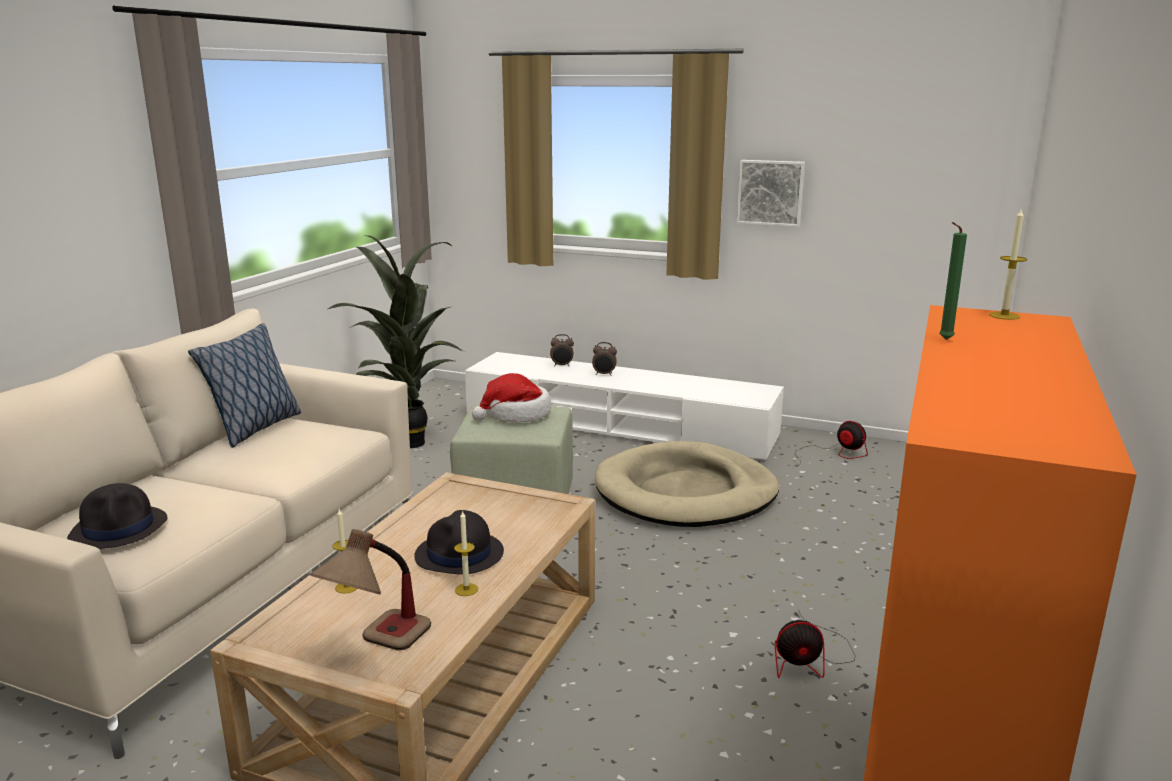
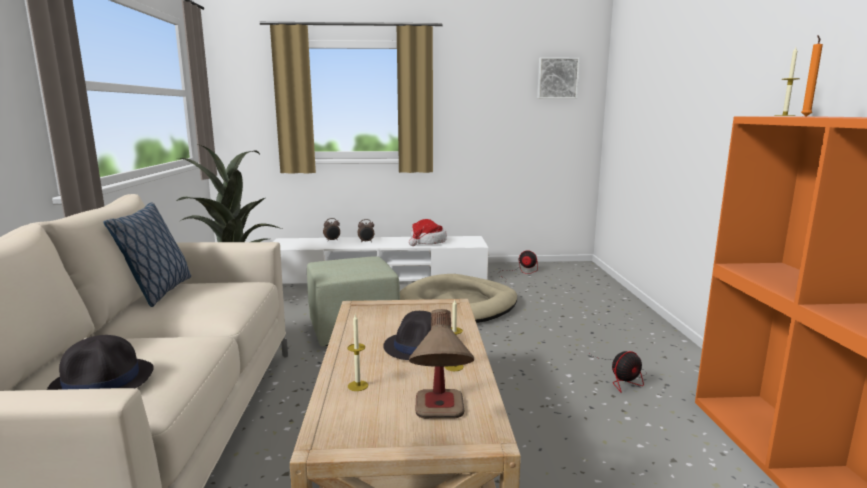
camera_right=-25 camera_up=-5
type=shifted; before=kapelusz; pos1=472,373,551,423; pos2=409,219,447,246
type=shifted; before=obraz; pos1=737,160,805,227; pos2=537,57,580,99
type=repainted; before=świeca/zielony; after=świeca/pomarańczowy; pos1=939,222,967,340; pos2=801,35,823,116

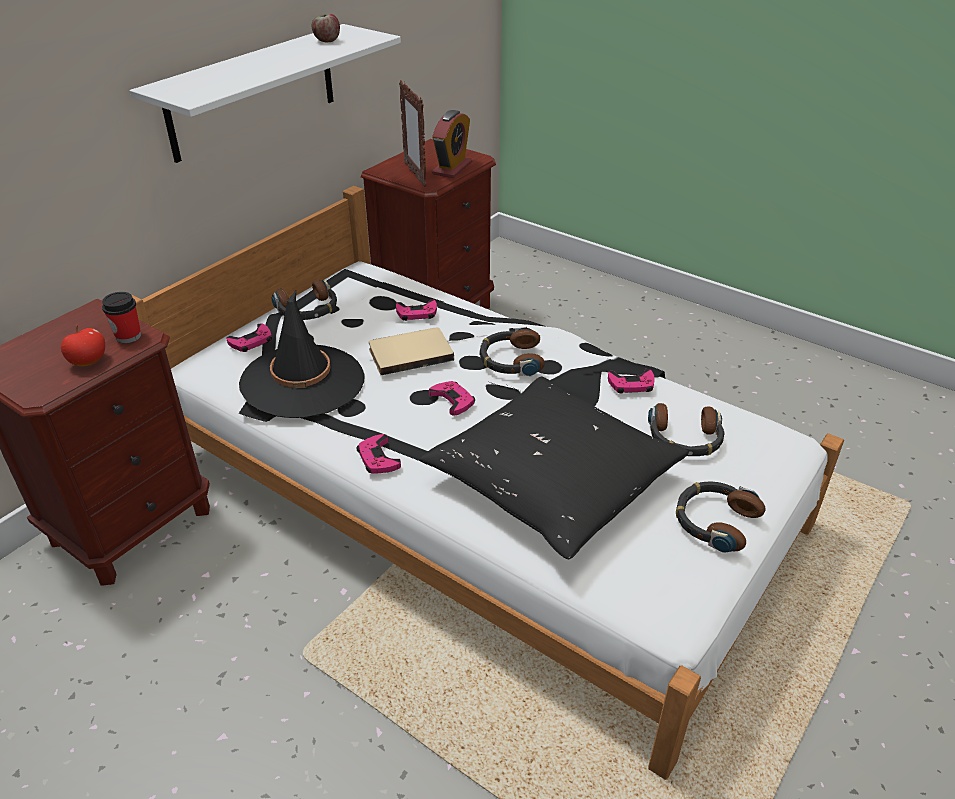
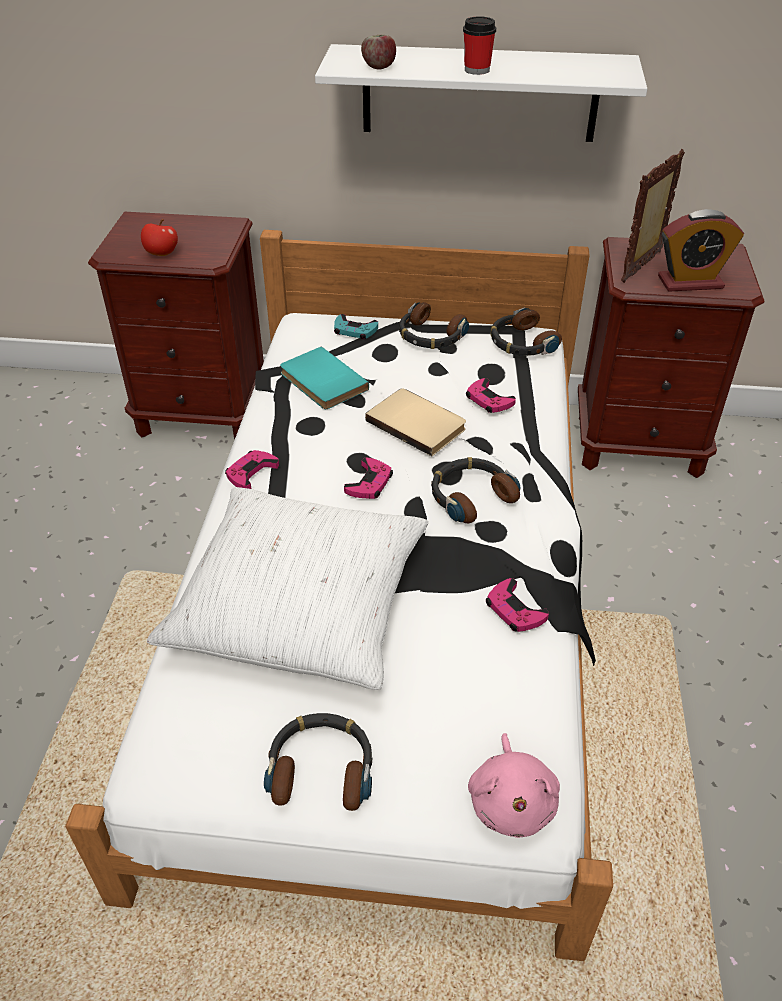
camera_right=60 camera_up=5
type=shifted; before=filiżanka; pos1=102,292,141,343; pos2=463,16,496,75
type=repainted; before=pad do gier/różowy; after=pad do gier/turkusowy; pos1=226,323,272,352; pos2=334,314,378,339
type=swapped; before=kapelusz/czarny; after=książka/turkusowy; pos1=239,291,365,418; pos2=280,346,369,409
type=shifted; before=jabłko; pos1=311,14,340,42; pos2=361,35,396,70
type=repainted; before=poduszka/czarny; after=poduszka/biały; pos1=419,376,689,559; pos2=147,487,429,690
type=shifted; before=słuchawki; pos1=648,403,724,456; pos2=490,307,562,356
type=new; after=pluszak/różowy; pos2=468,733,560,838

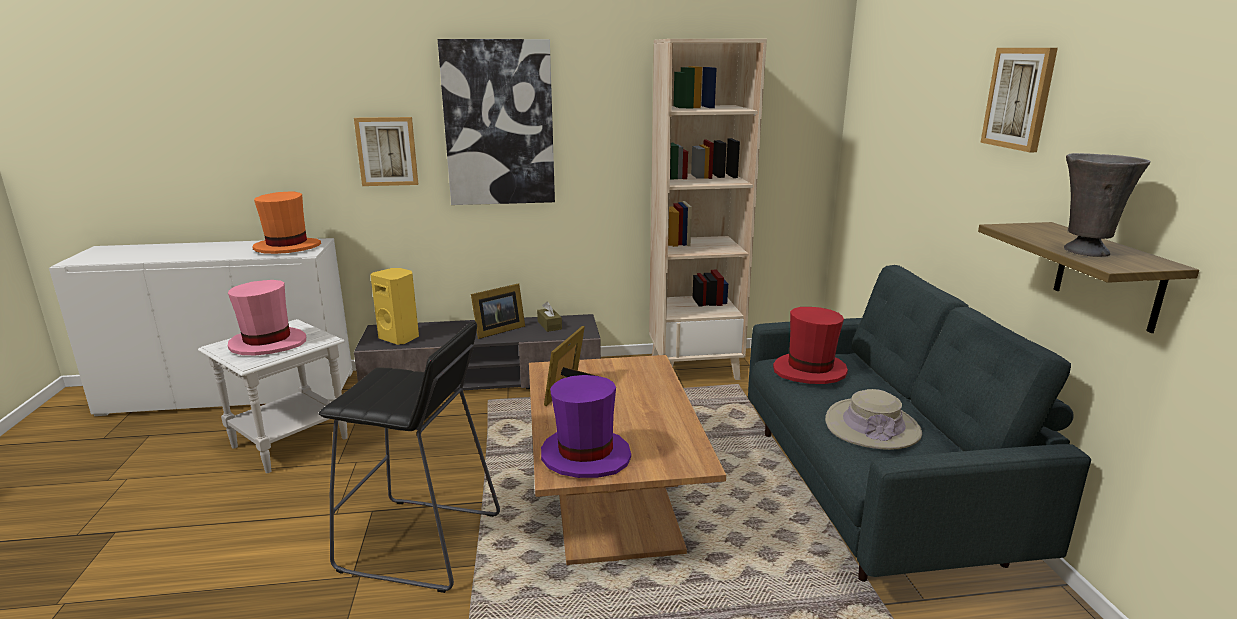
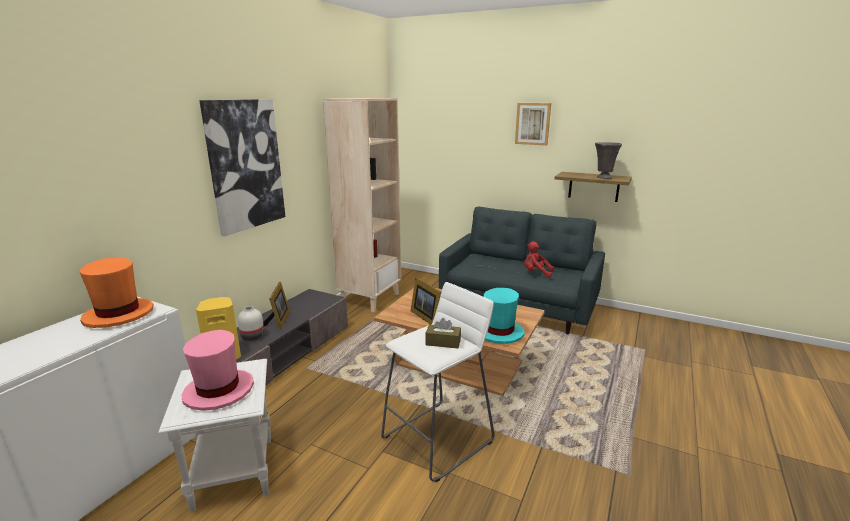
camera_right=-55 camera_up=0
type=repainted; before=stołek/czarny; after=stołek/biały; pos1=318,321,500,593; pos2=381,282,495,482
type=gone; before=obraz; pos1=354,117,418,186
type=shifted; before=pudełko chusteczek/brązowy; pos1=537,302,562,332; pos2=425,318,461,349
type=repainted; before=kapelusz/fioletowy; after=kapelusz/turkusowy; pos1=541,375,631,478; pos2=484,288,525,344
type=gone; before=kapelusz/czerwony; pos1=773,307,848,384
type=swapped; before=kapelusz/beżowy; after=pluszak/czerwony; pos1=825,389,922,450; pos2=524,242,554,278
type=new; after=wazon/biały; pos2=238,306,264,341

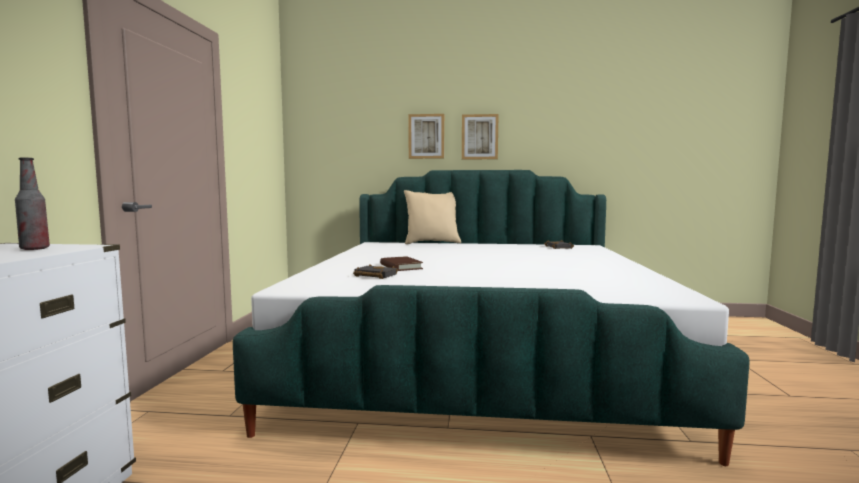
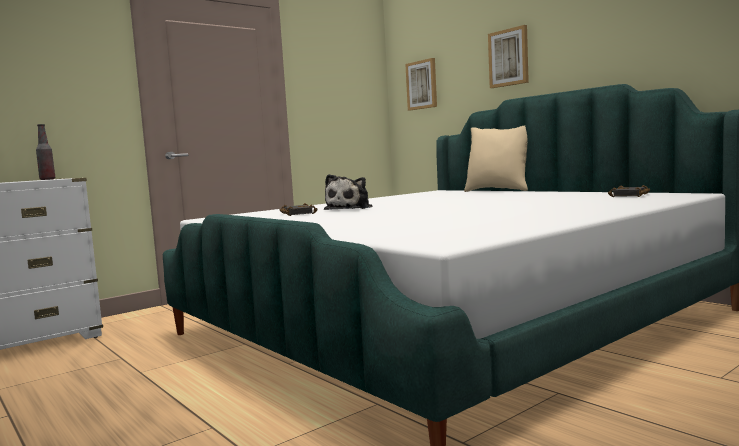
camera_right=45 camera_up=0
type=swapped; before=książka/brązowy; after=pluszak; pos1=380,256,423,271; pos2=324,174,373,210
type=shifted; before=obraz; pos1=462,114,499,160; pos2=405,58,437,111

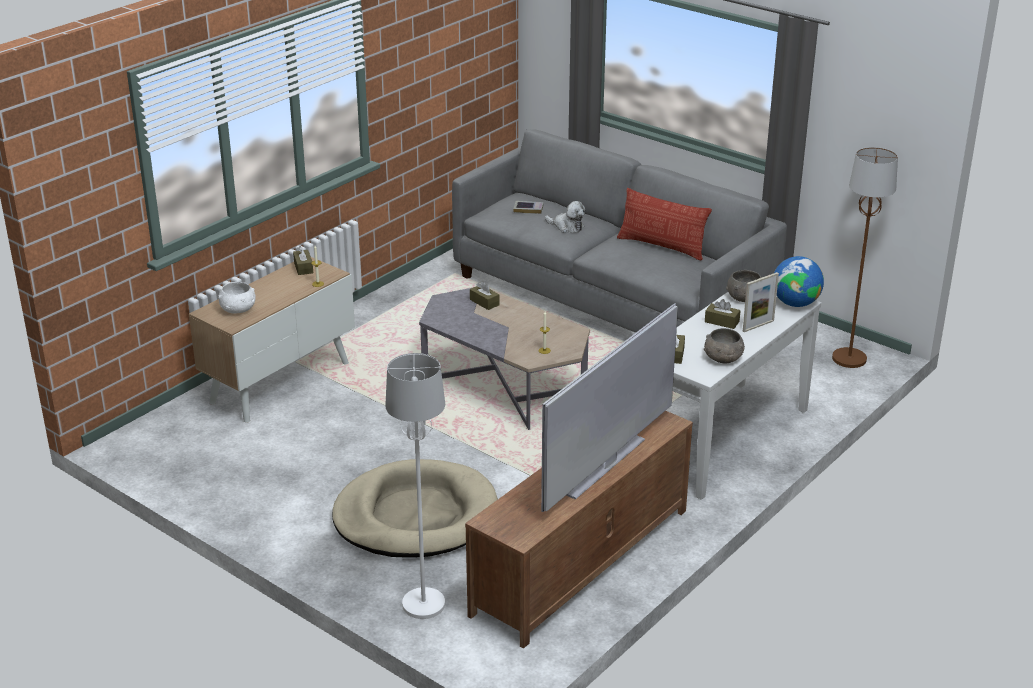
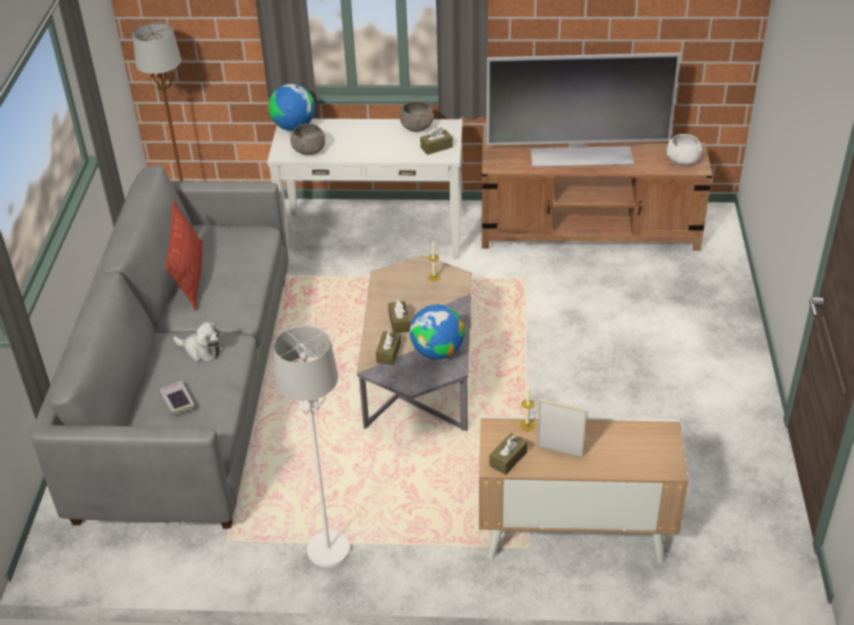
camera_right=-125 camera_up=10
type=shifted; before=miska/biały; pos1=218,282,256,314; pos2=667,134,702,165
type=gone; before=legowisko/beżowy; pos1=332,459,498,558
type=shifted; before=lampa stojąca/biały; pos1=385,353,445,619; pos2=273,325,350,568
type=rotated; before=pluszak; pos1=545,201,585,233; pos2=173,321,223,362; turn=120
type=shifted; before=pudełko chusteczek/brązowy; pos1=705,299,741,329; pos2=388,299,410,333
type=shifted; before=ramka na zdjęcie; pos1=743,272,779,332; pos2=537,399,588,458
type=new; after=globus; pos2=410,305,465,359

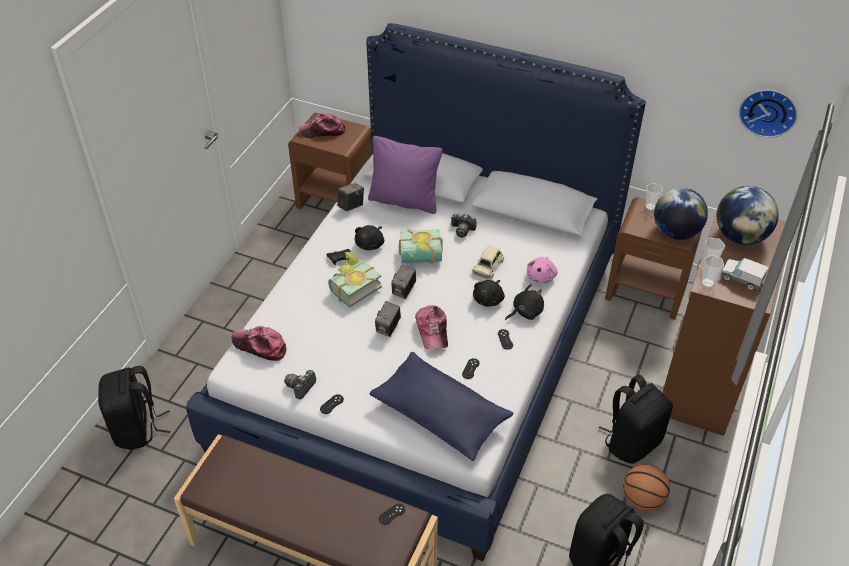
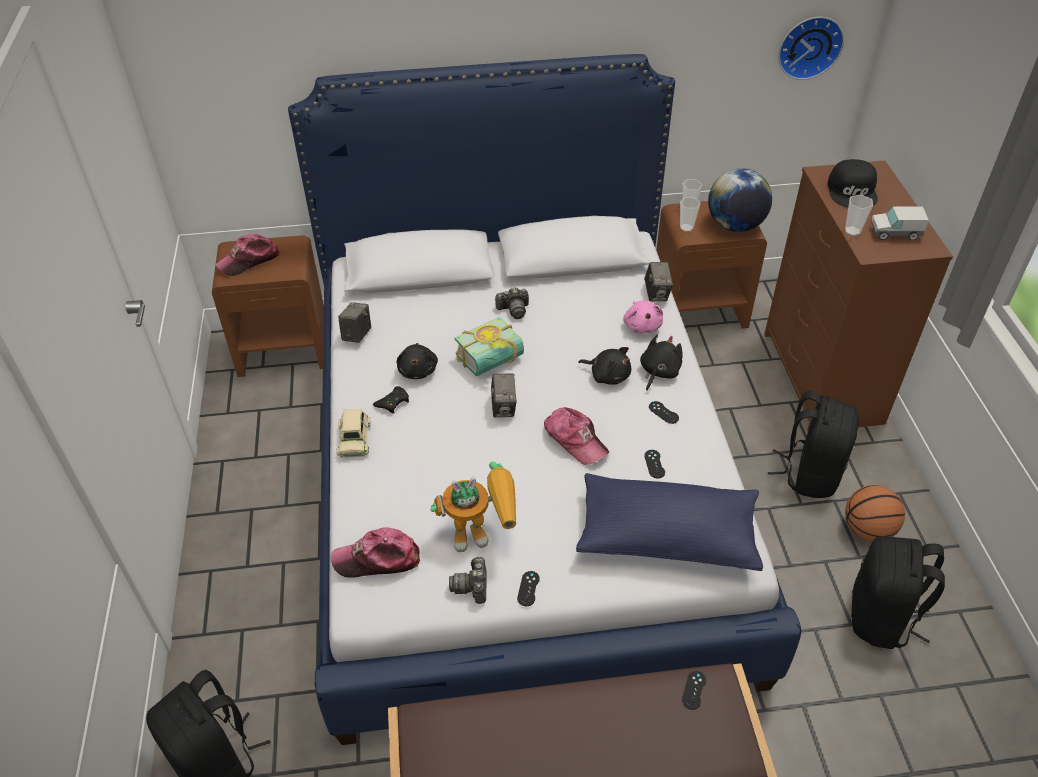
camera_right=-30 camera_up=0
type=gone; before=książka; pos1=328,252,382,307
type=gone; before=poduszka/fioletowy; pos1=368,136,443,214
type=shifted; before=aparat fotograficzny; pos1=375,301,401,337; pos2=644,262,673,301
type=shifted; before=samochodzik/beżowy; pos1=472,245,504,279; pos2=336,409,371,457
type=rotated; before=pluszak/czarny; pos1=473,280,505,307; pos2=578,347,631,385; turn=-60
type=shifted; before=filiżanka; pos1=701,255,724,288; pos2=680,197,701,232
type=swapped; before=globus; after=czapka z daszkiem/czarny; pos1=717,186,779,245; pos2=828,159,878,208
type=new; after=robot zabawkowy; pos2=430,461,516,552

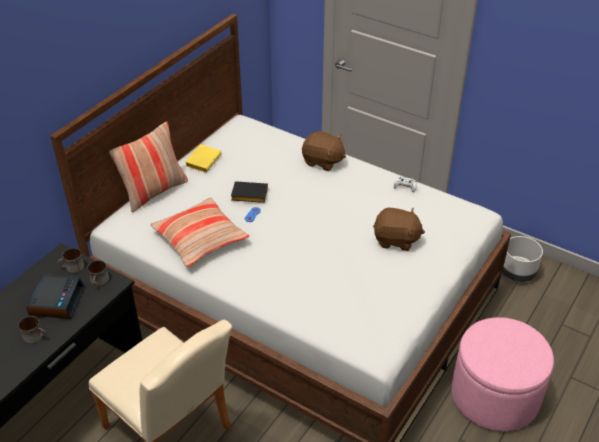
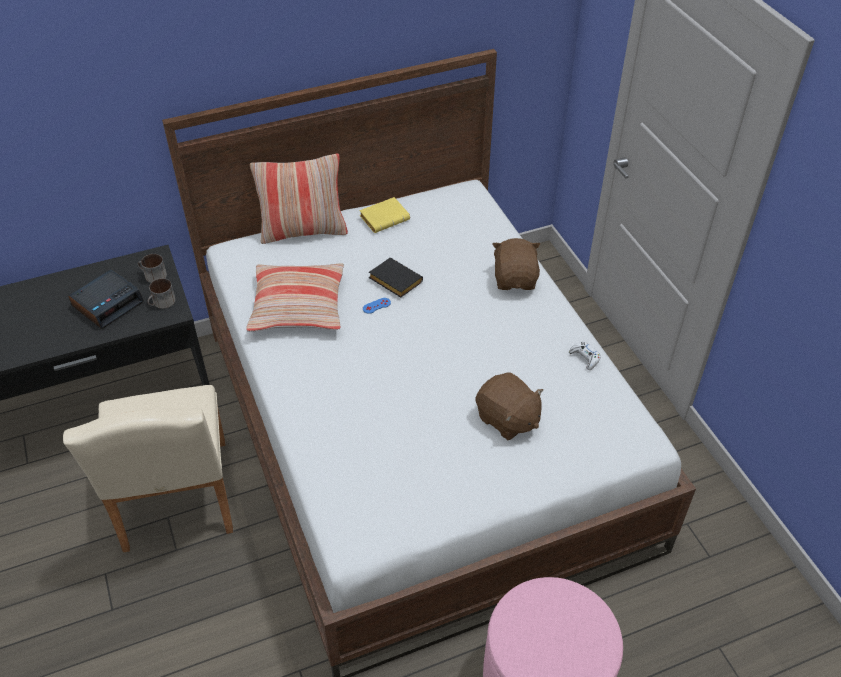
camera_right=35 camera_up=5
type=gone; before=kubek; pos1=18,316,46,344
type=rotated; before=pluszak/brązowy; pos1=302,131,346,171; pos2=493,238,540,290; turn=-150
type=gone; before=donica/szary; pos1=502,236,543,282

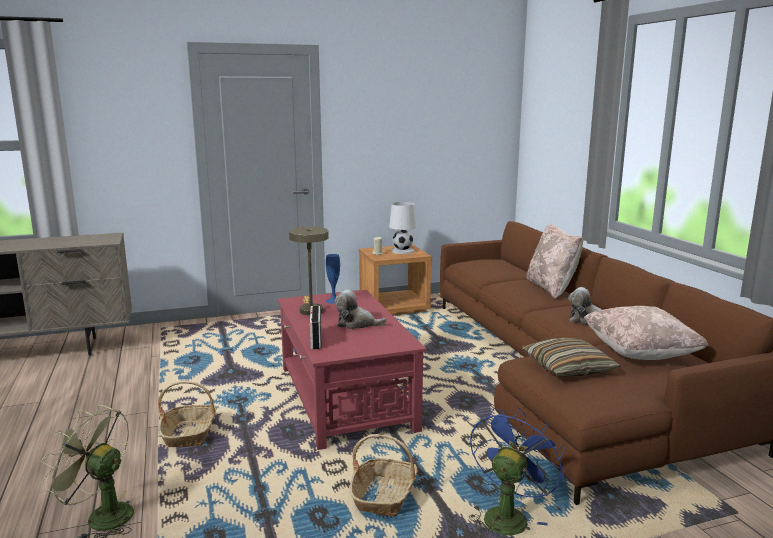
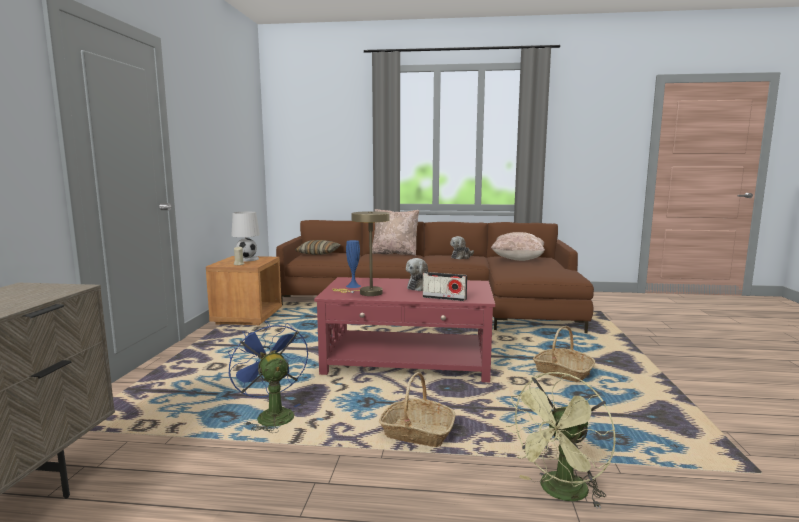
camera_right=-65 camera_up=-5
type=shifted; before=wentylator/niebieski; pos1=469,408,565,537; pos2=227,321,308,433
type=shifted; before=poduszka; pos1=522,338,621,377; pos2=295,240,341,255

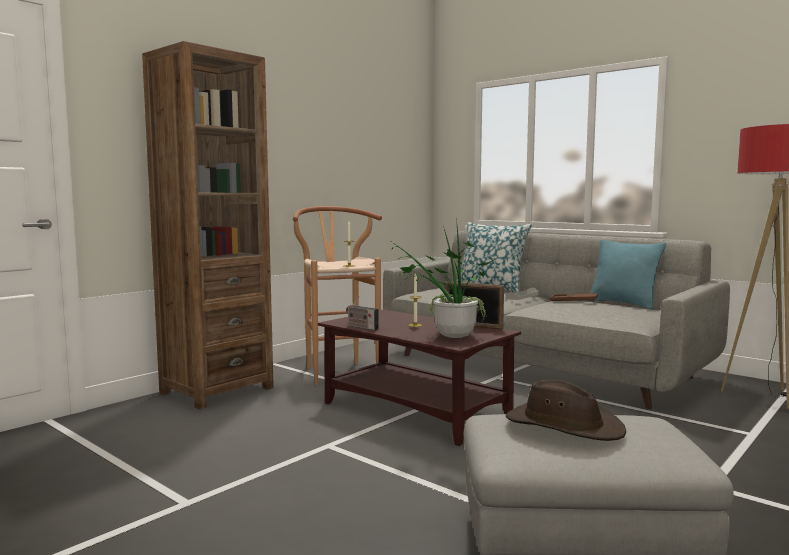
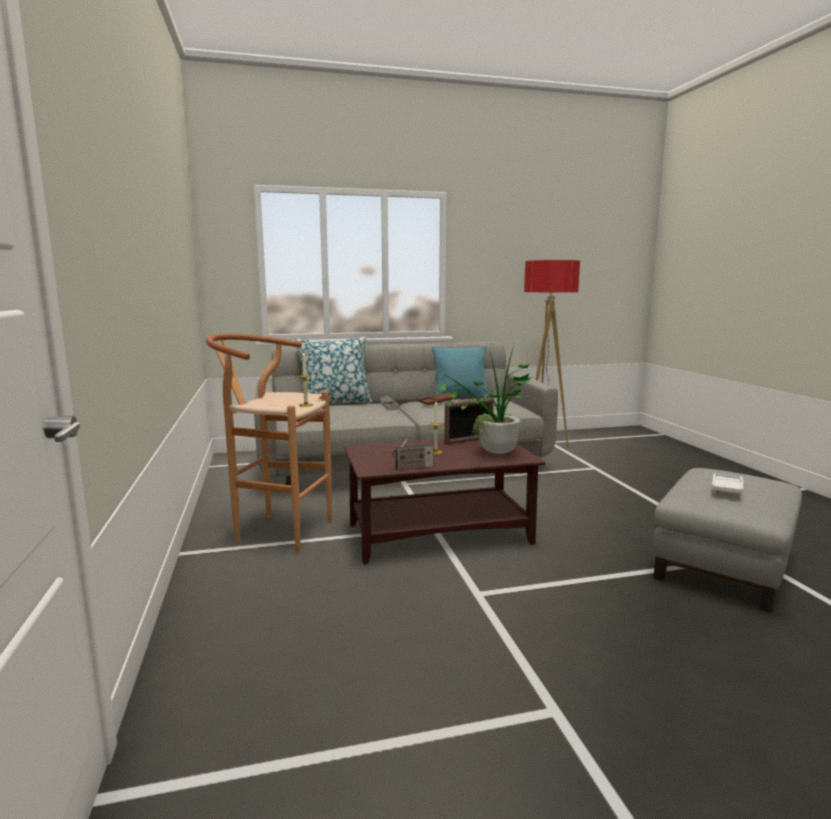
camera_right=-55 camera_up=5
type=gone; before=regał/brązowy; pos1=142,41,274,409
type=swapped; before=kapelusz/brązowy; after=taca/biały; pos1=506,380,626,441; pos2=712,473,743,496

